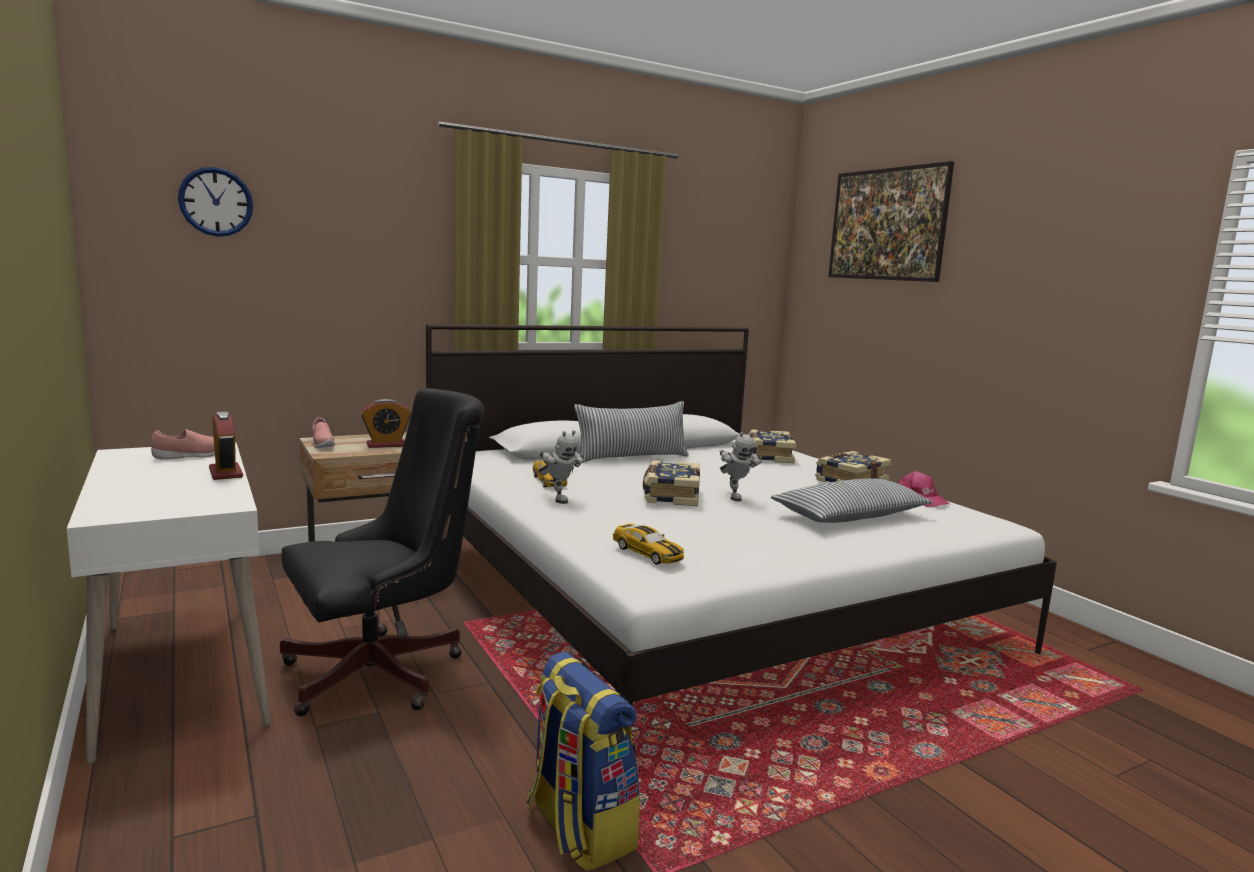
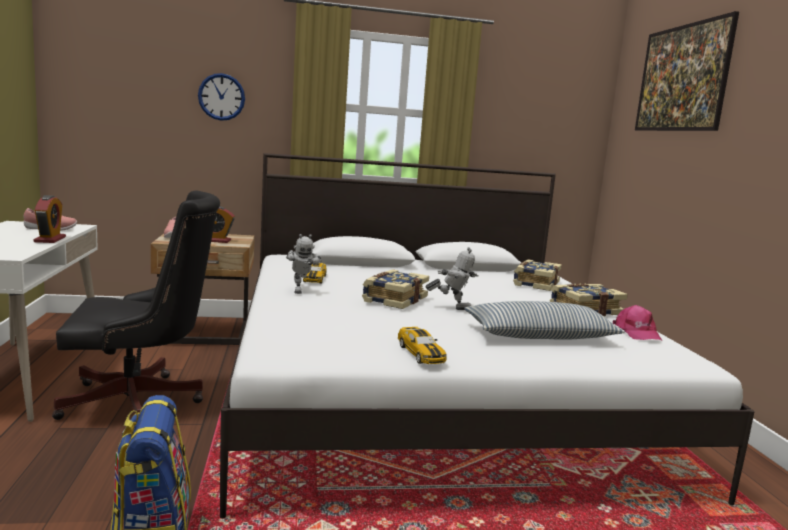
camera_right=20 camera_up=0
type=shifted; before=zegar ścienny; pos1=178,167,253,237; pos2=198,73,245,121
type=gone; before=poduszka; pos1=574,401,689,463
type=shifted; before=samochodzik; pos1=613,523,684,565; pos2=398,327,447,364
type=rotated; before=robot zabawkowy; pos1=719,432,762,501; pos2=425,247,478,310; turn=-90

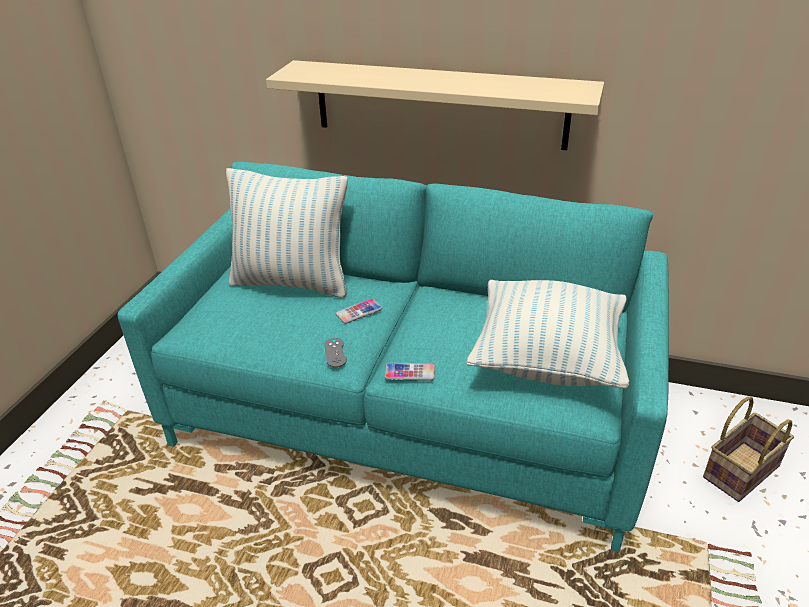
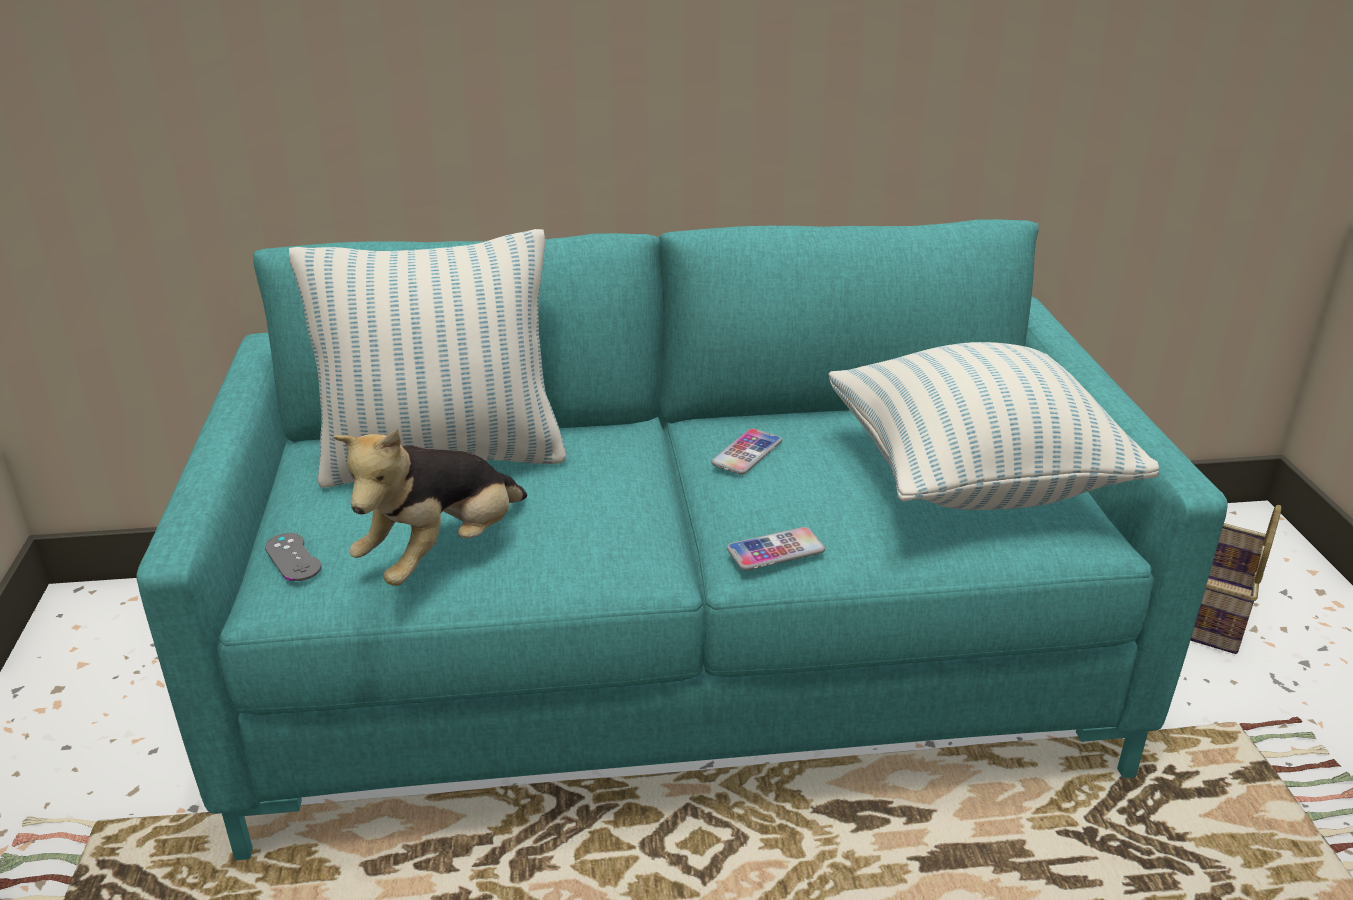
camera_right=-25 camera_up=-5
type=gone; before=półka/beżowy; pos1=266,60,604,150
type=shifted; before=pad do gier/szary; pos1=324,338,347,367; pos2=265,533,322,581
type=shifted; before=telefon; pos1=335,299,382,324; pos2=711,428,782,474
type=new; after=pluszak; pos2=333,429,527,586

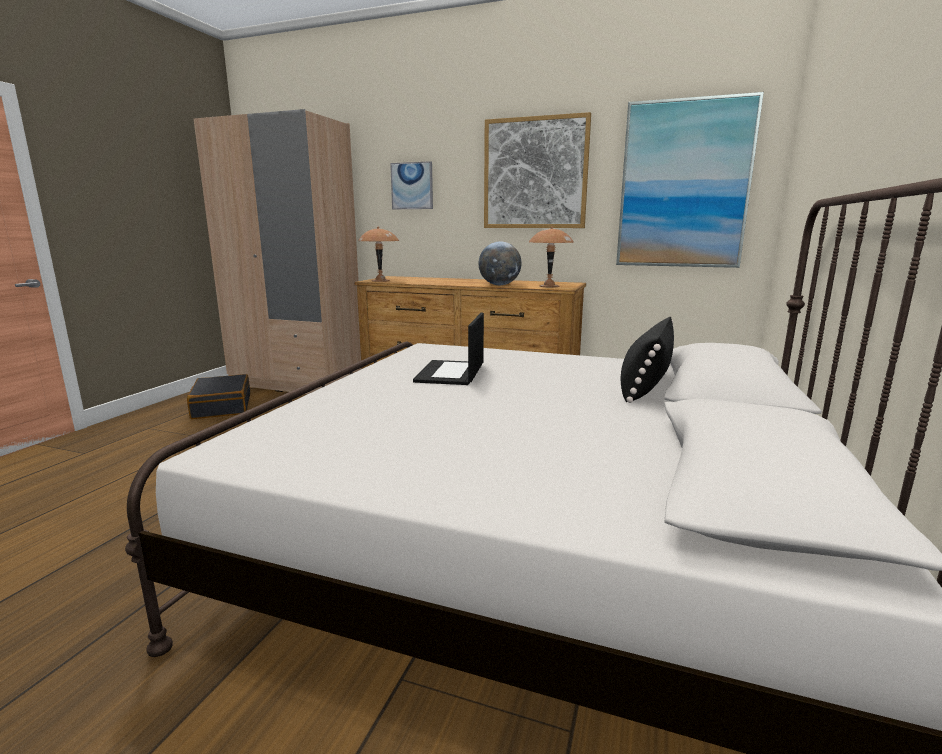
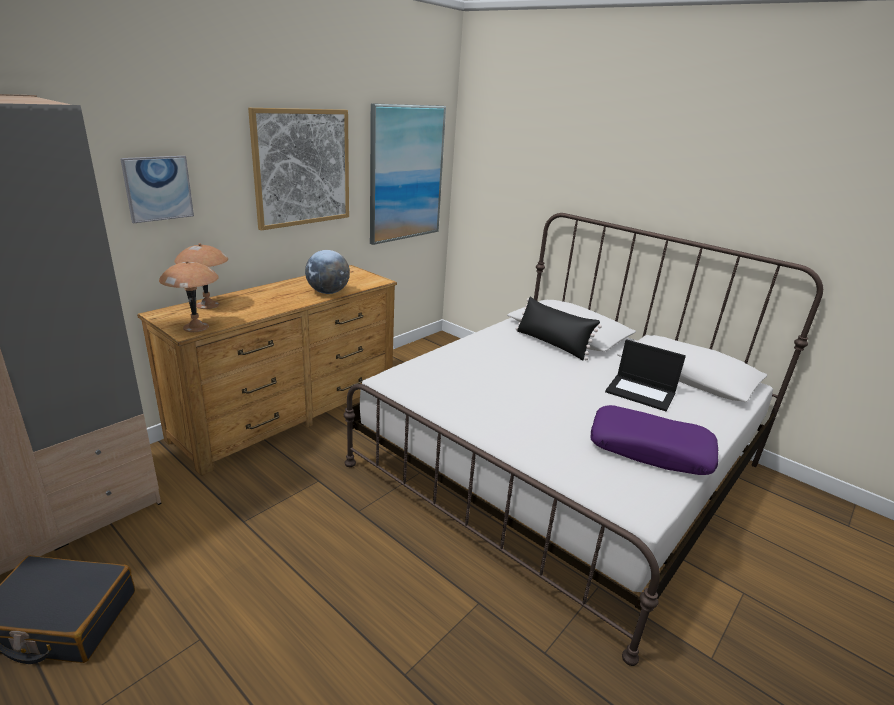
camera_right=-70 camera_up=10
type=shifted; before=laptop; pos1=413,313,484,385; pos2=605,339,686,412
type=shifted; before=lampa stołowa/brązowy; pos1=529,226,574,288; pos2=174,243,228,309
type=new; after=poduszka/fioletowy; pos2=590,405,718,475

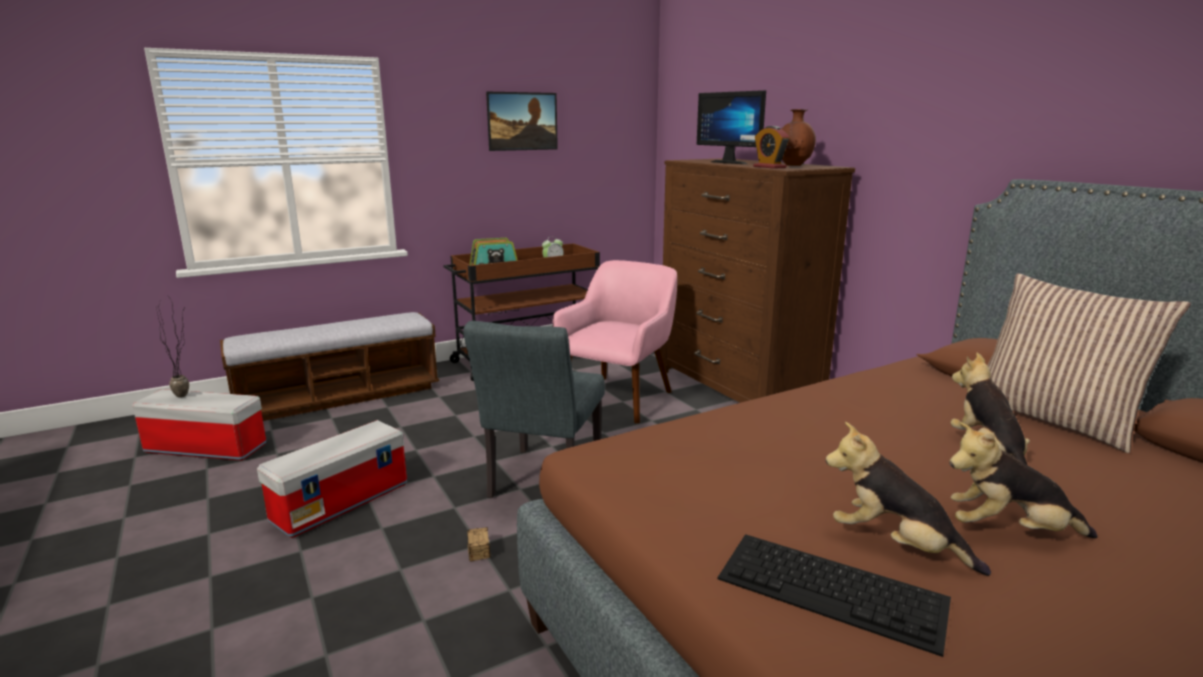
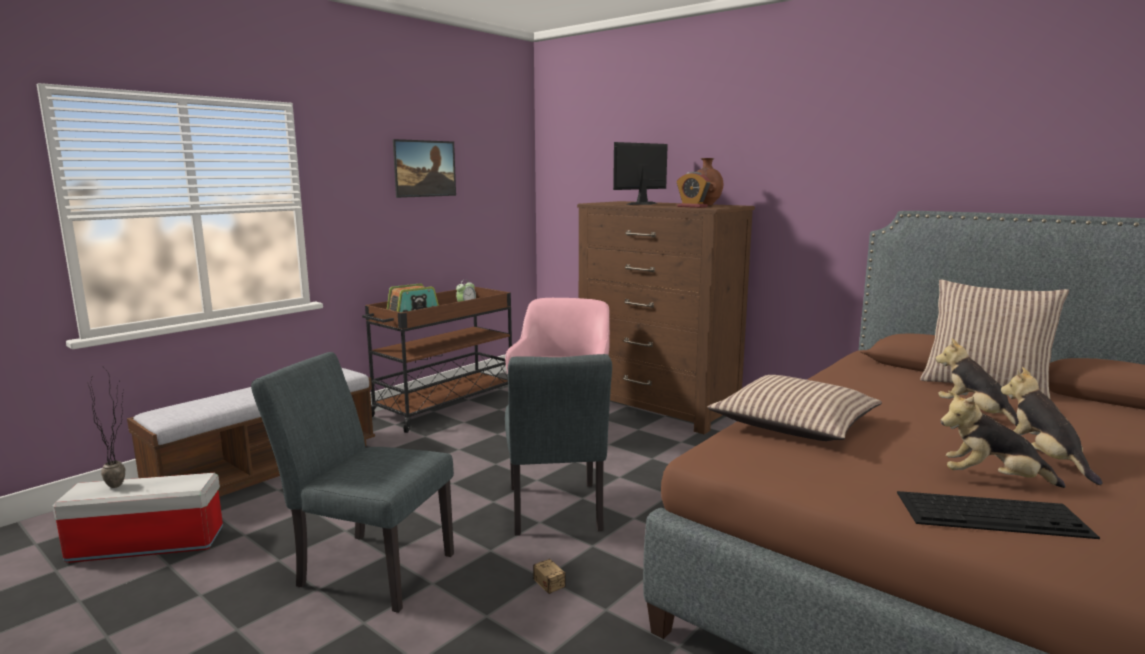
camera_right=-20 camera_up=-5
type=swapped; before=pojemnik do przechowywania; after=krzesło/szary; pos1=257,420,407,538; pos2=251,352,454,613
type=rotated; before=monitor; pos1=697,90,766,164; pos2=613,142,668,205; turn=105
type=rotated; before=pluszak; pos1=949,422,1098,539; pos2=1001,367,1103,485; turn=90
type=new; after=poduszka; pos2=707,375,882,441

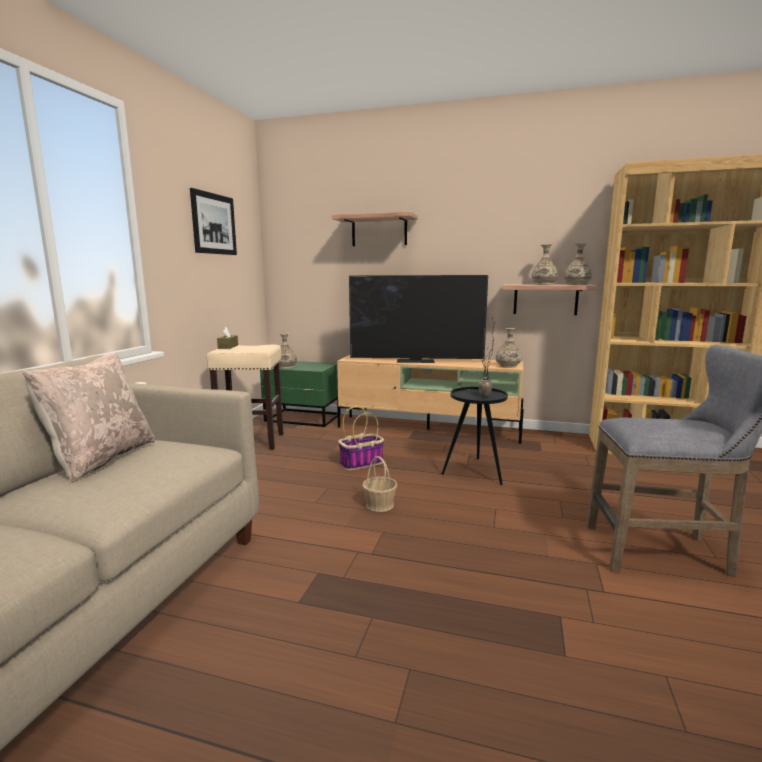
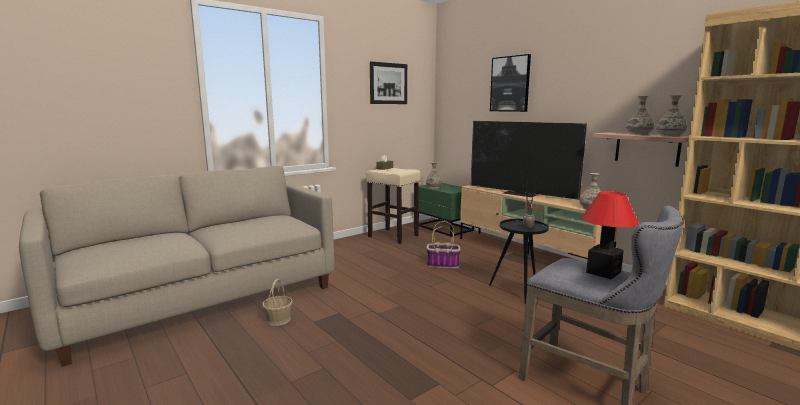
camera_right=35 camera_up=0
type=gone; before=poduszka/beżowy; pos1=22,353,155,483
type=swapped; before=półka; after=obraz; pos1=332,212,418,246; pos2=490,54,531,112
type=shifted; before=koszyk; pos1=362,456,397,512; pos2=262,279,293,326
type=new; after=lampa stołowa; pos2=582,191,639,279

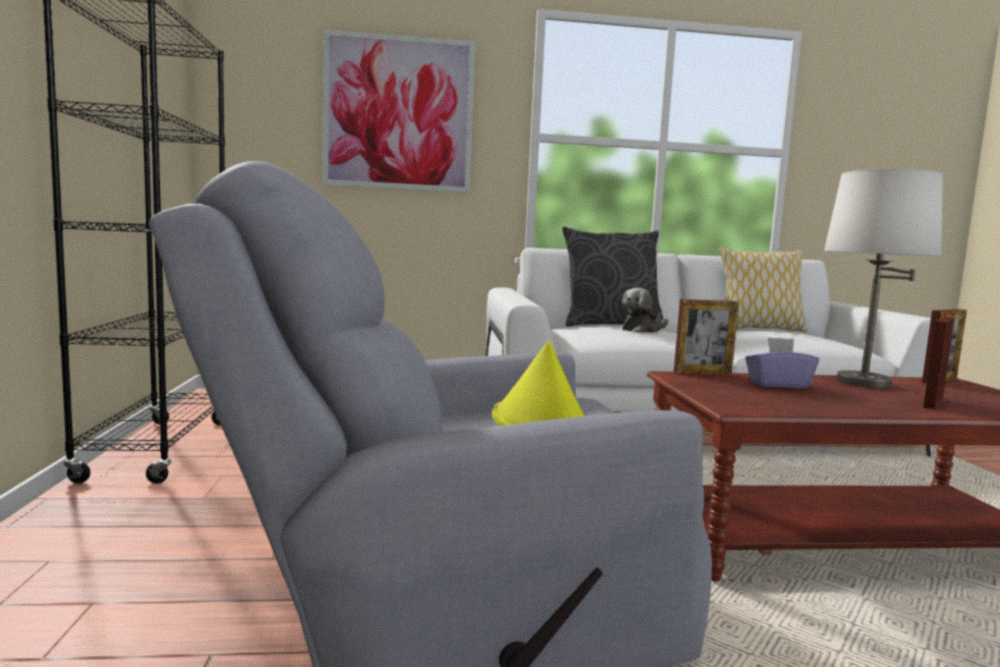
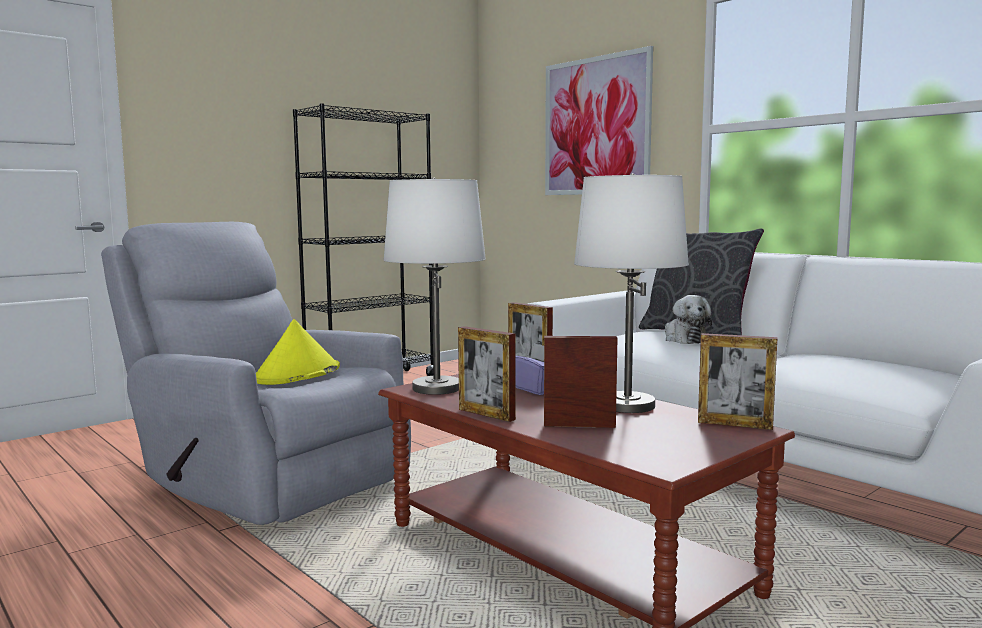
camera_right=55 camera_up=0
type=rotated; before=pluszak; pos1=622,288,668,333; pos2=665,295,712,344; turn=-120
type=gone; before=poduszka; pos1=719,248,807,332
type=new; after=lampa stołowa/biały; pos2=383,177,486,395
type=new; after=ramka na zdjęcie; pos2=458,326,516,422

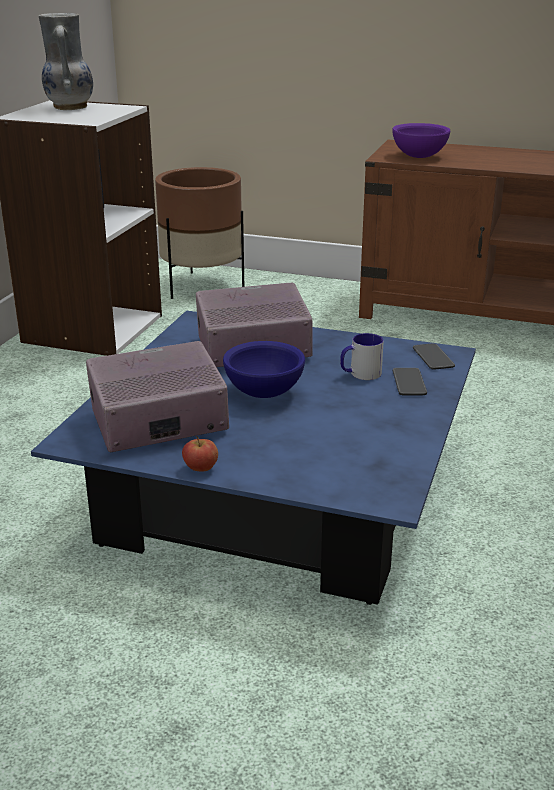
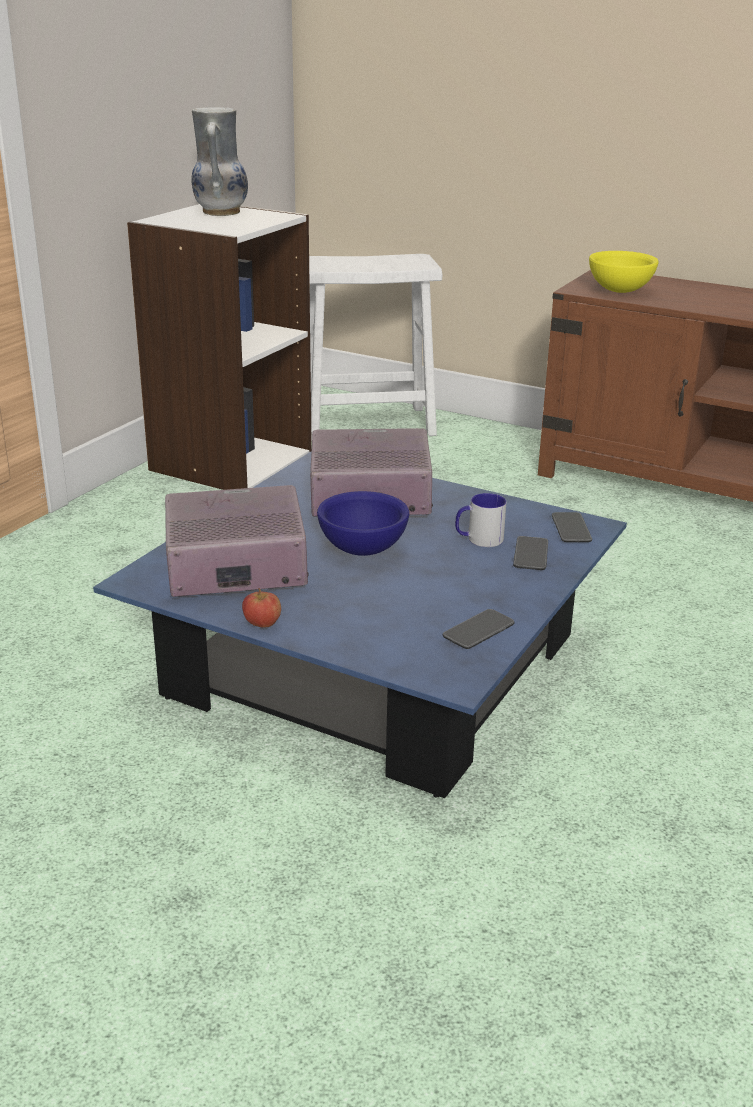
camera_right=10 camera_up=0
type=swapped; before=donica/brązowy; after=stołek/biały; pos1=155,167,244,299; pos2=309,254,442,441
type=repainted; before=miska/fioletowy; after=miska/żółty; pos1=392,123,450,158; pos2=589,251,658,293
type=new; after=telefon; pos2=443,609,515,649

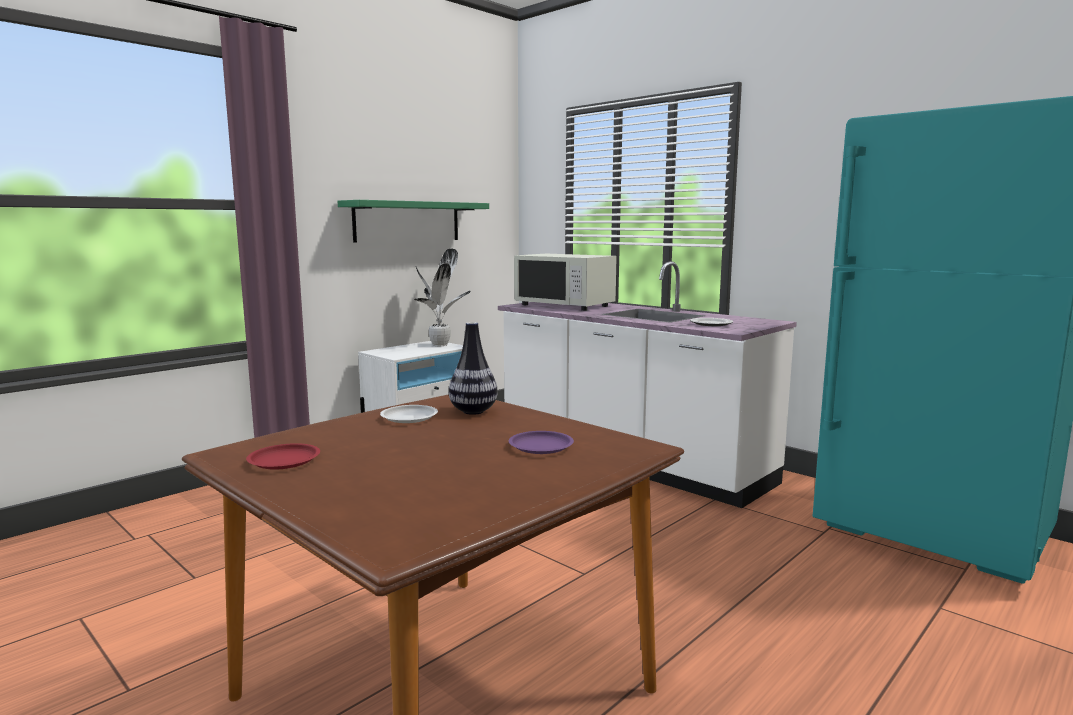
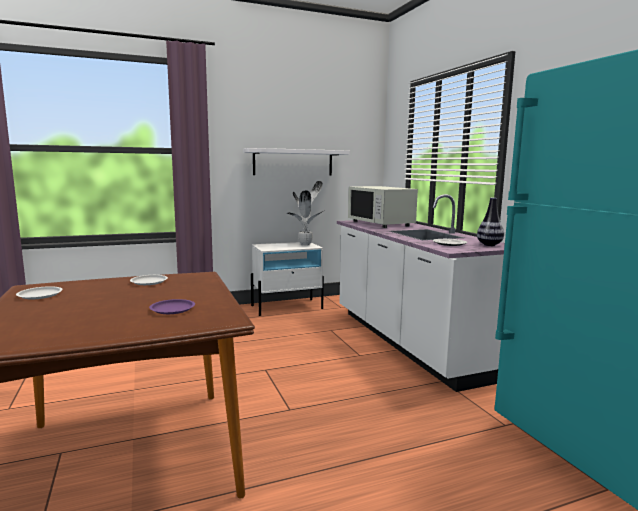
camera_right=25 camera_up=0
type=repainted; before=talerz/czerwony; after=talerz/biały; pos1=246,443,320,470; pos2=16,286,63,299
type=repainted; before=półka/zielony; after=półka/biały; pos1=338,200,489,242; pos2=243,148,350,175
type=shifted; before=wazon; pos1=449,322,498,415; pos2=477,198,504,246

